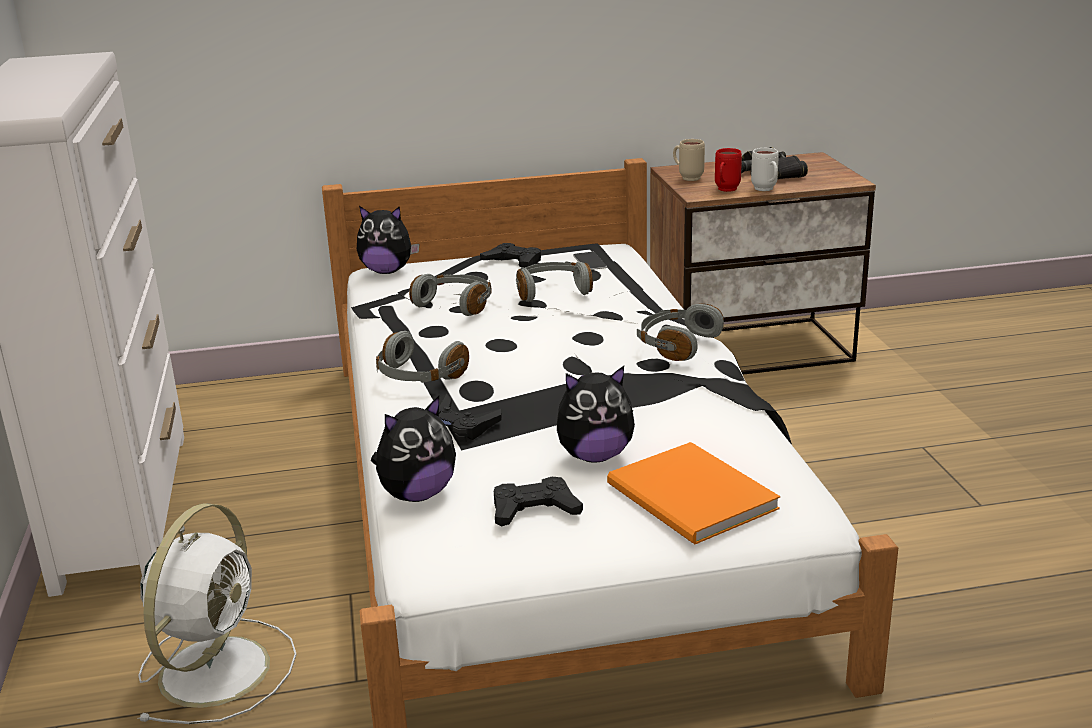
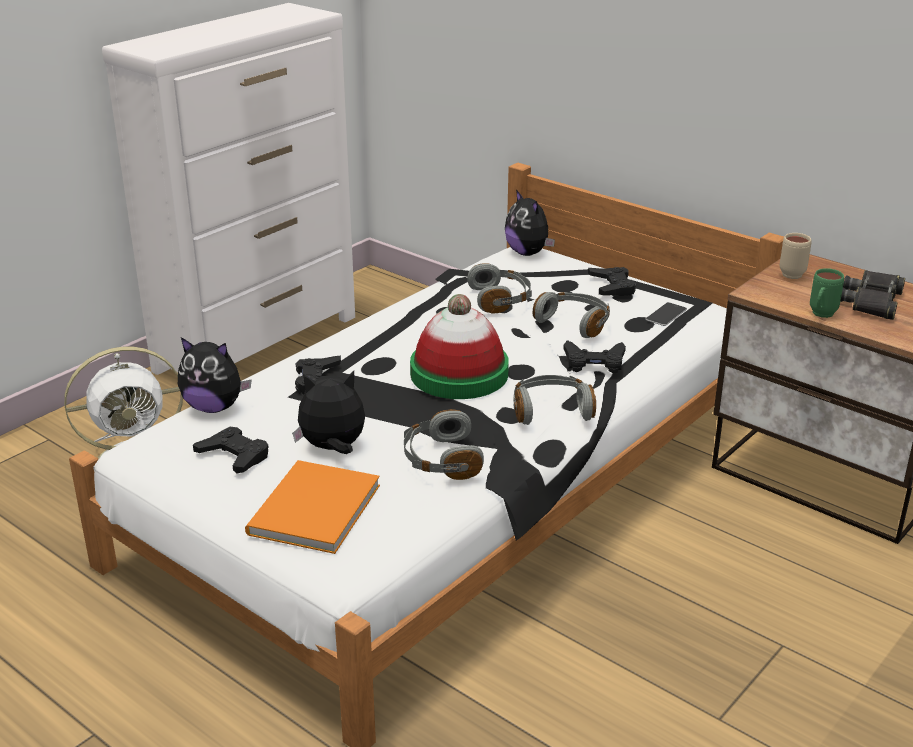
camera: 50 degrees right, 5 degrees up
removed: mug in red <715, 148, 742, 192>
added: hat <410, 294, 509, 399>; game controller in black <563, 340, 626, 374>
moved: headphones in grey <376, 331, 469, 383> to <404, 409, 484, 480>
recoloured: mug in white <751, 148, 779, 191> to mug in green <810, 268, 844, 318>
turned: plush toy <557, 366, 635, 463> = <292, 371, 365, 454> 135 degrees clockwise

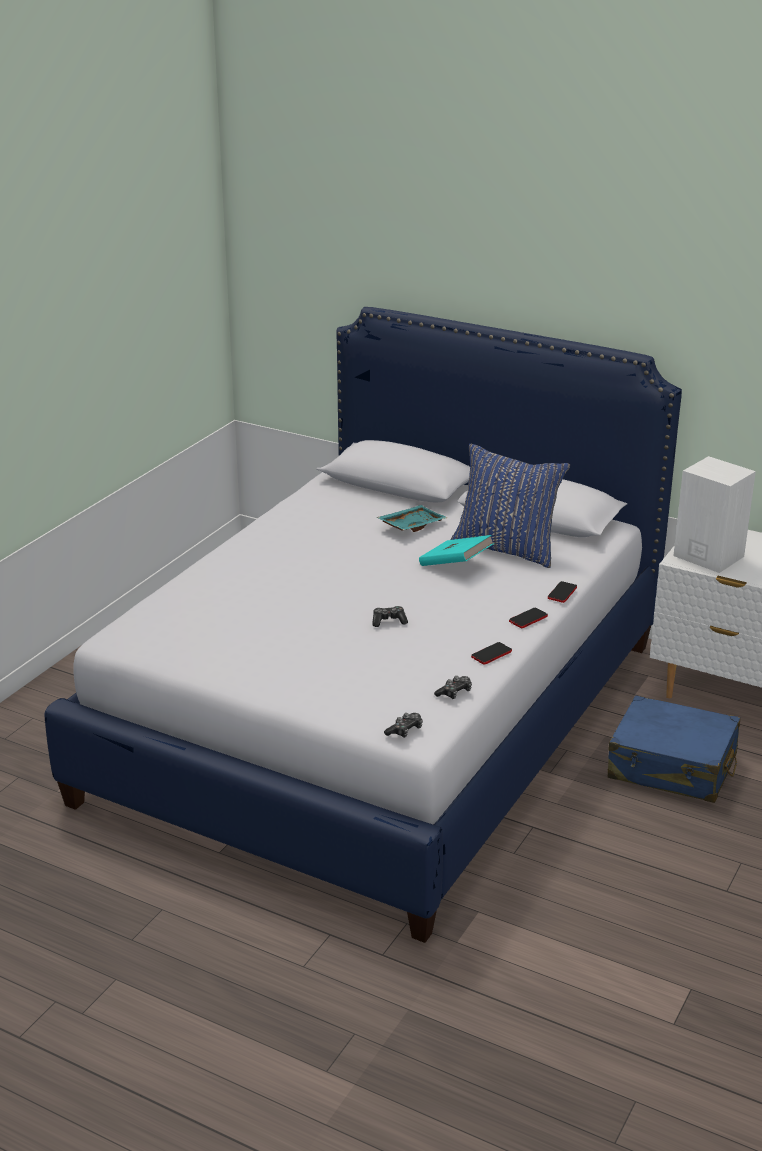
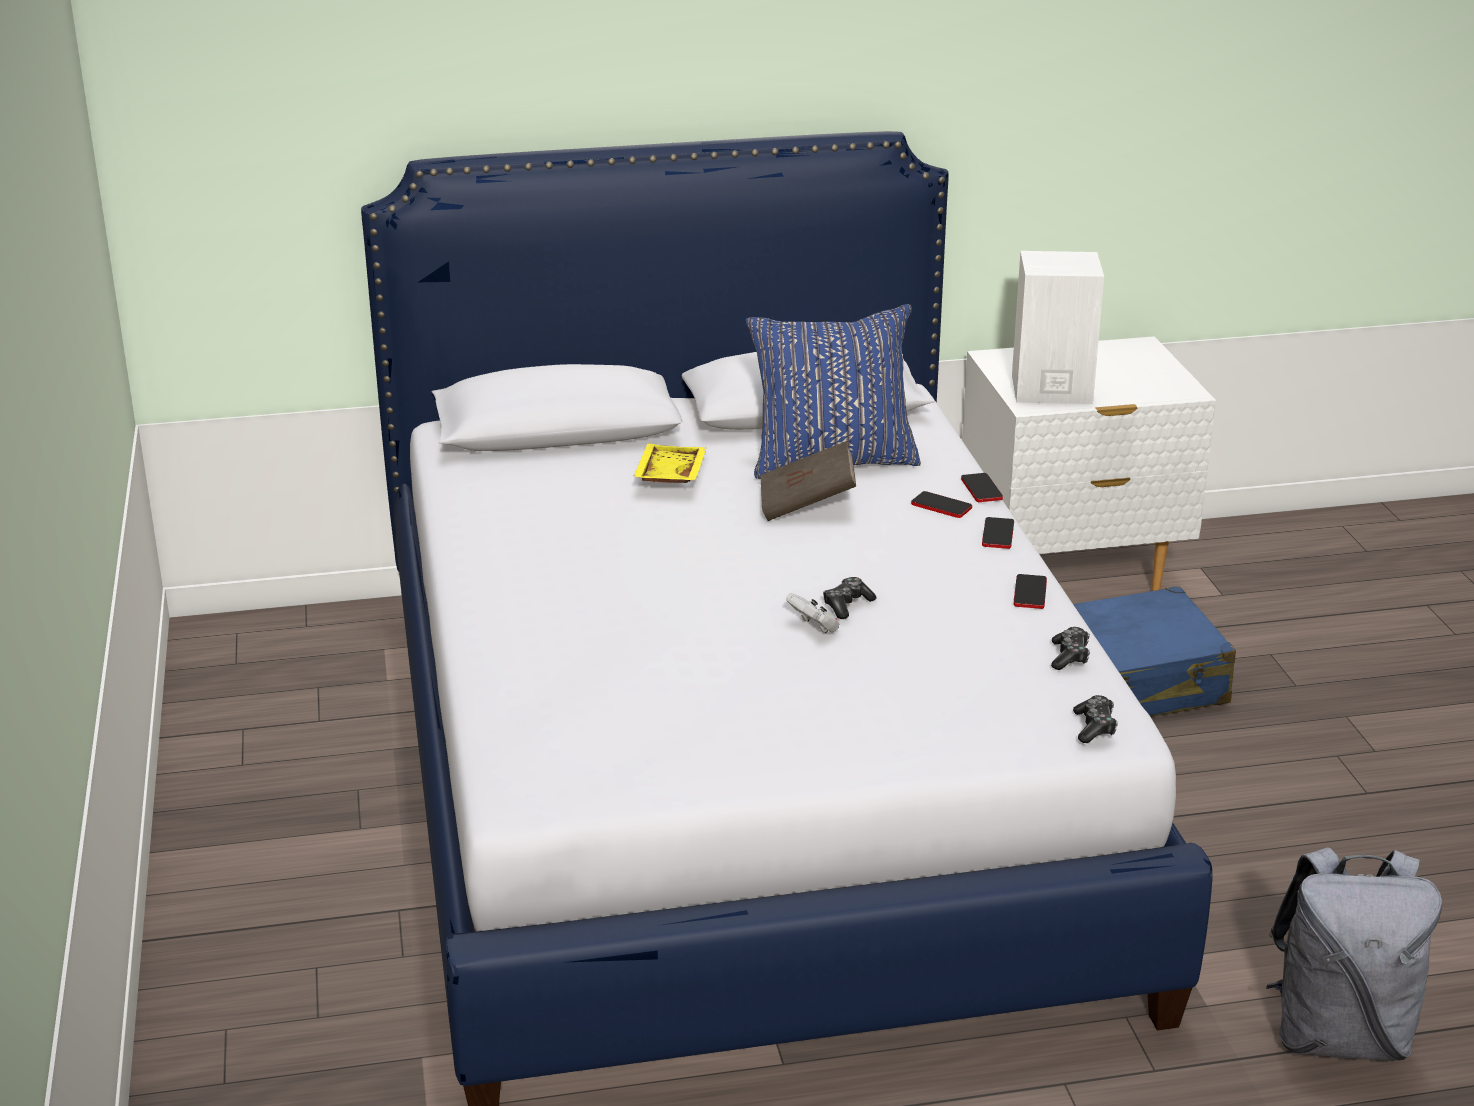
camera: 40 degrees left, 0 degrees up
added: game controller in white <786, 593, 839, 633>; phone <911, 491, 972, 518>; backpack in grey <1266, 847, 1442, 1061>
recoloured: tray in turquoise <377, 505, 447, 532> to tray in yellow <633, 443, 706, 483>; book in turquoise <419, 535, 494, 566> to book in brown <760, 441, 856, 521>

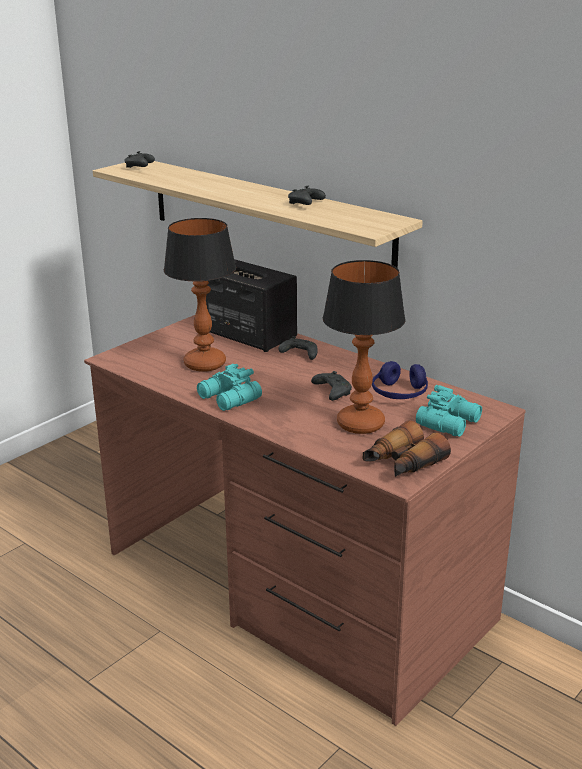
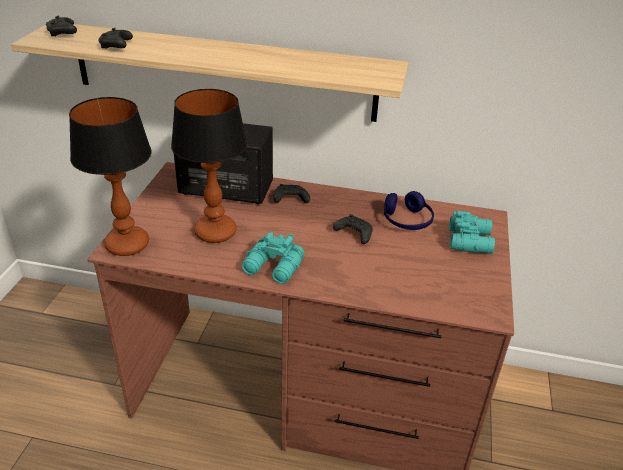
camera: 30 degrees left, 10 degrees up
removed: binoculars <363, 420, 451, 477>
moved: game controller in black <288, 186, 326, 205> to <98, 28, 133, 49>; table lamp <323, 260, 405, 434> to <69, 97, 152, 256>

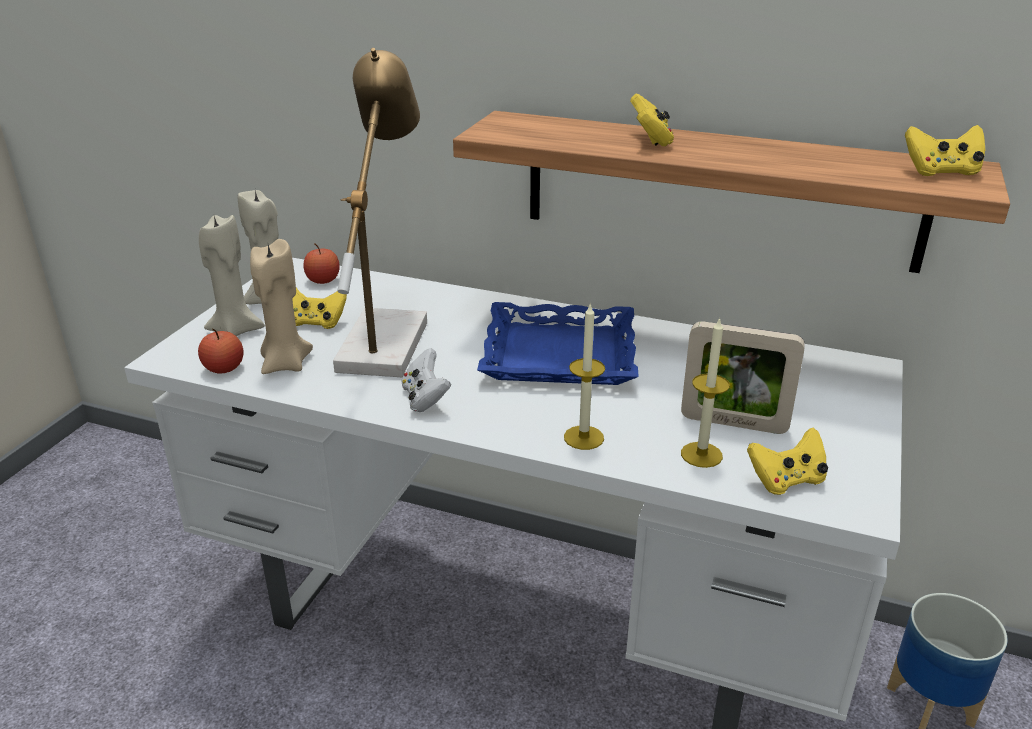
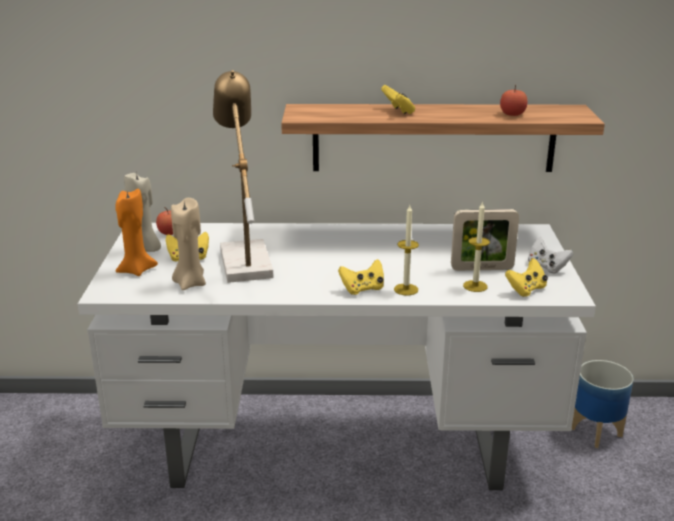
camera: 20 degrees left, 5 degrees down
removed: tray in blue <477, 302, 639, 385>
moved: apple <198, 328, 244, 373> to <500, 85, 528, 116>; game controller in white <401, 348, 451, 412> to <528, 237, 573, 274>; game controller in yellow <905, 125, 985, 176> to <338, 259, 384, 295>
recoloured: candle in beige <199, 215, 265, 336> to candle in orange <115, 189, 158, 276>

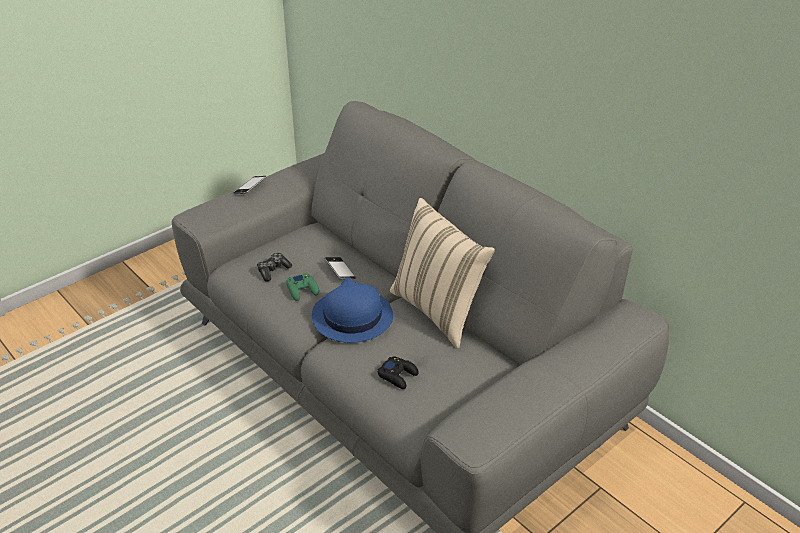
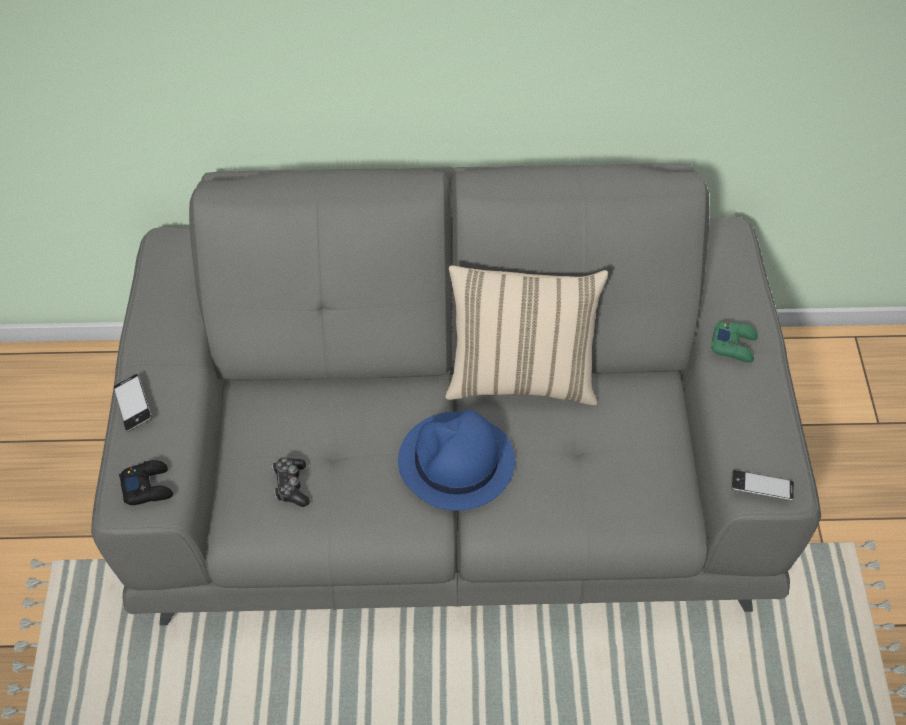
camera: 50 degrees left, 15 degrees up
moved: game controller in green <286, 273, 319, 301> to <711, 322, 758, 363>; phone <325, 257, 356, 279> to <731, 470, 794, 501>; game controller in black <378, 357, 419, 389> to <119, 460, 173, 505>

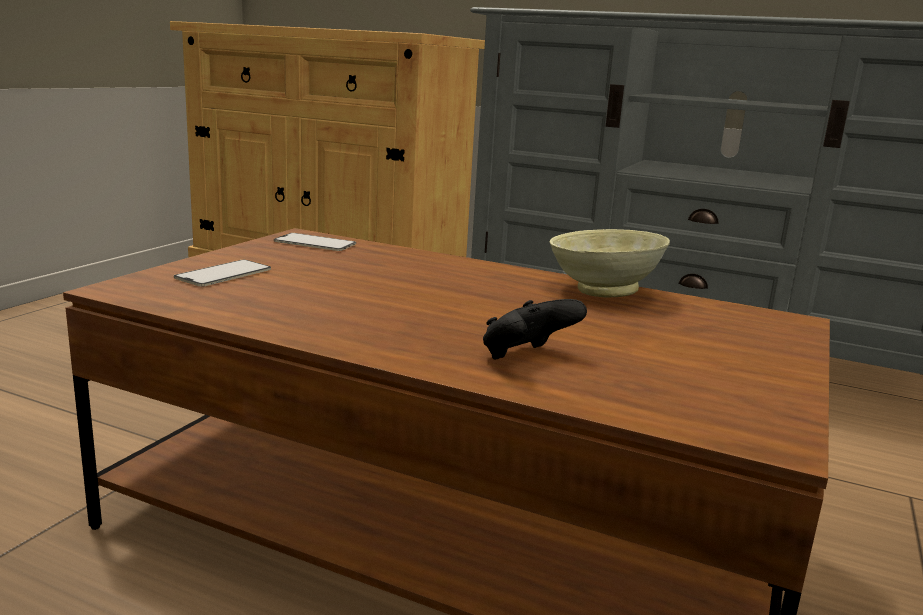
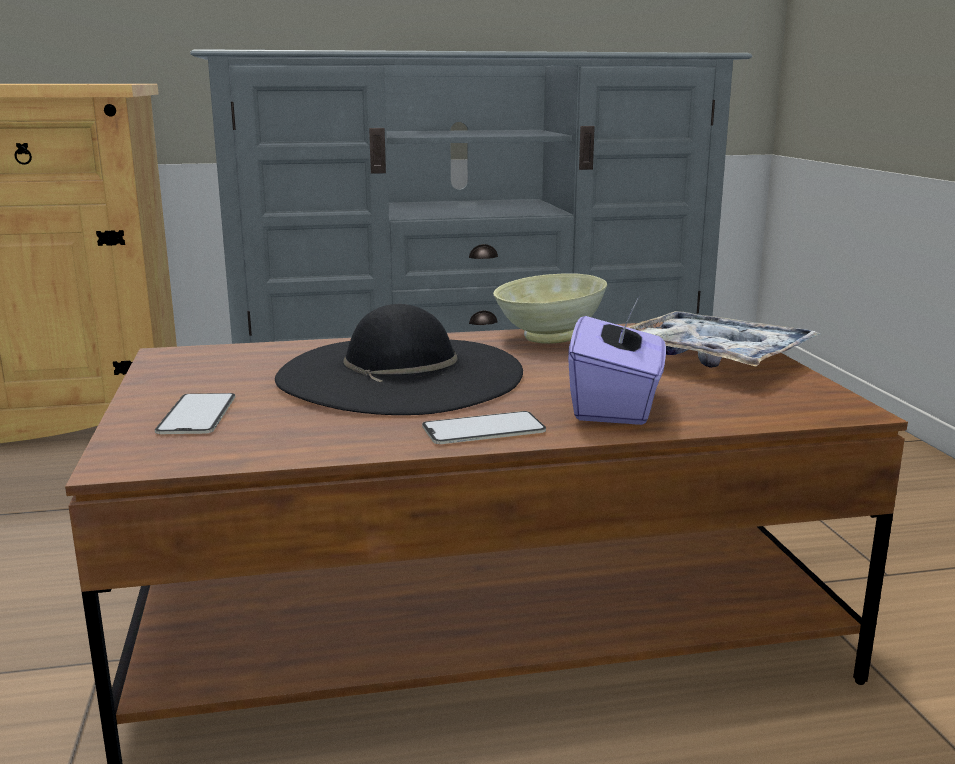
camera: 35 degrees left, 0 degrees up
added: hat in black <275, 304, 523, 415>; tray <628, 311, 820, 368>
moved: phone <274, 233, 356, 251> to <422, 411, 546, 444>
replaced: game controller in black <483, 299, 587, 360> to tissue box in purple <568, 296, 666, 425>

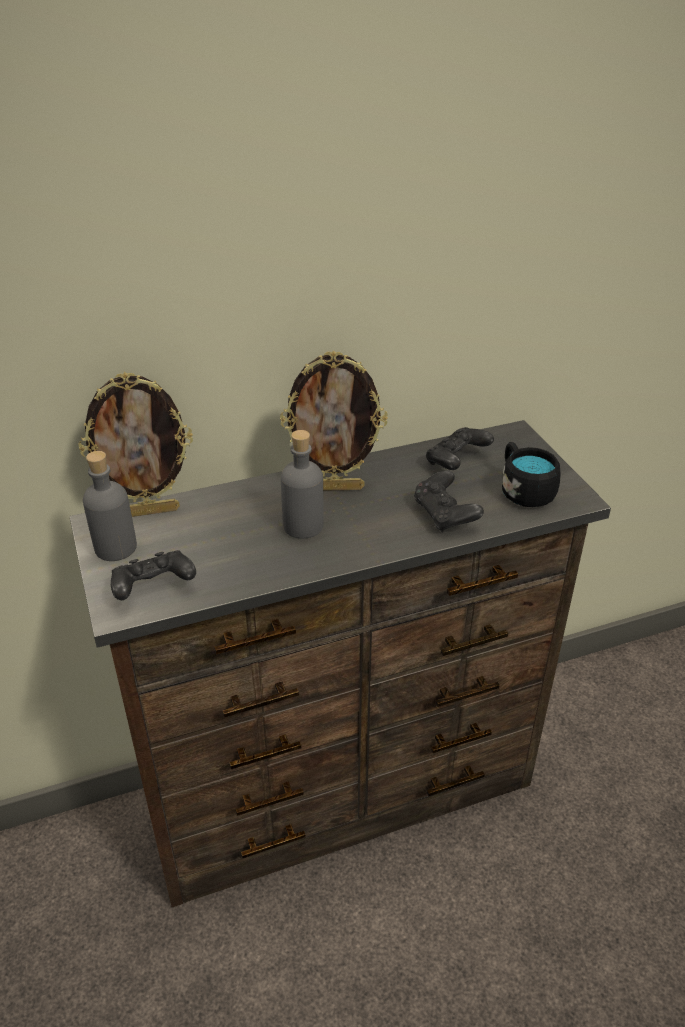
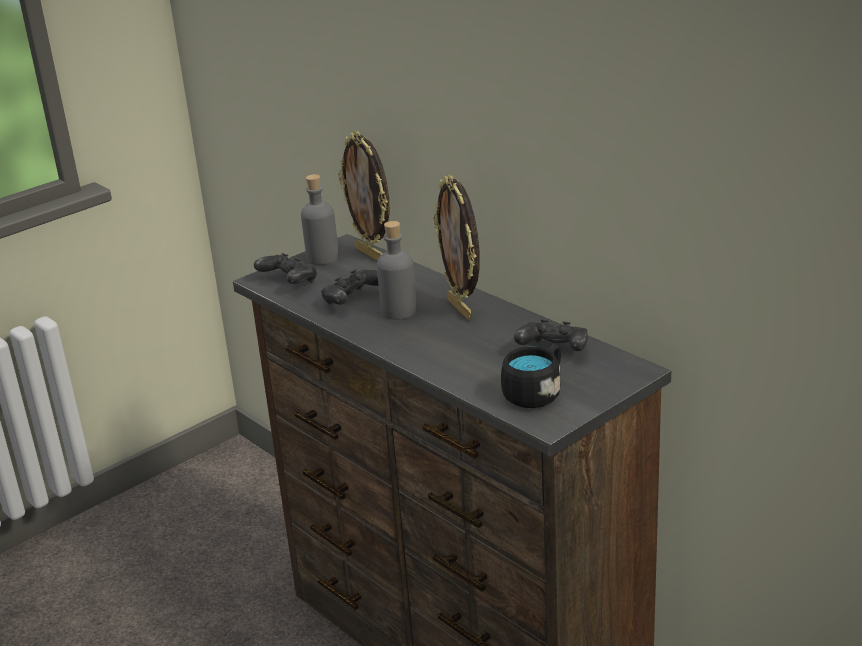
camera: 70 degrees right, 10 degrees down
moved: game controller in black <414, 470, 484, 532> to <321, 269, 379, 305>

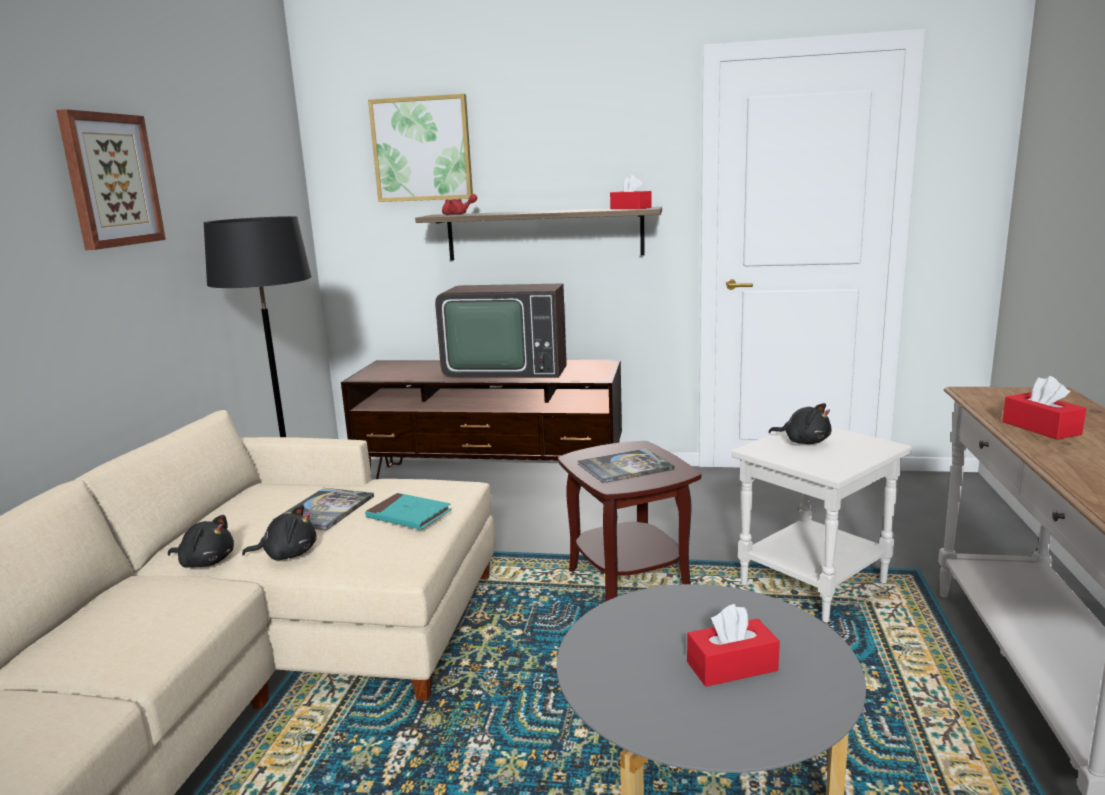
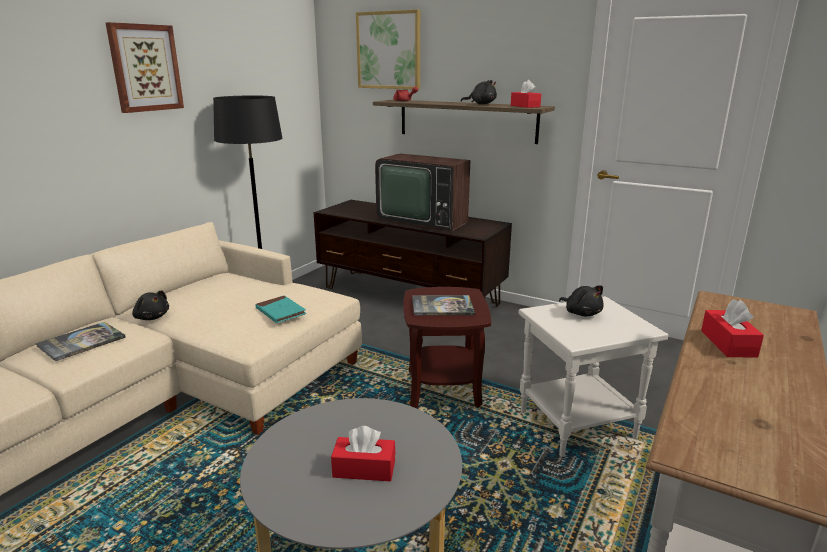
camera: 20 degrees right, 5 degrees up
moved: plush toy in black <242, 505, 317, 560> to <461, 80, 497, 104>; book <273, 488, 374, 530> to <36, 322, 126, 361>

